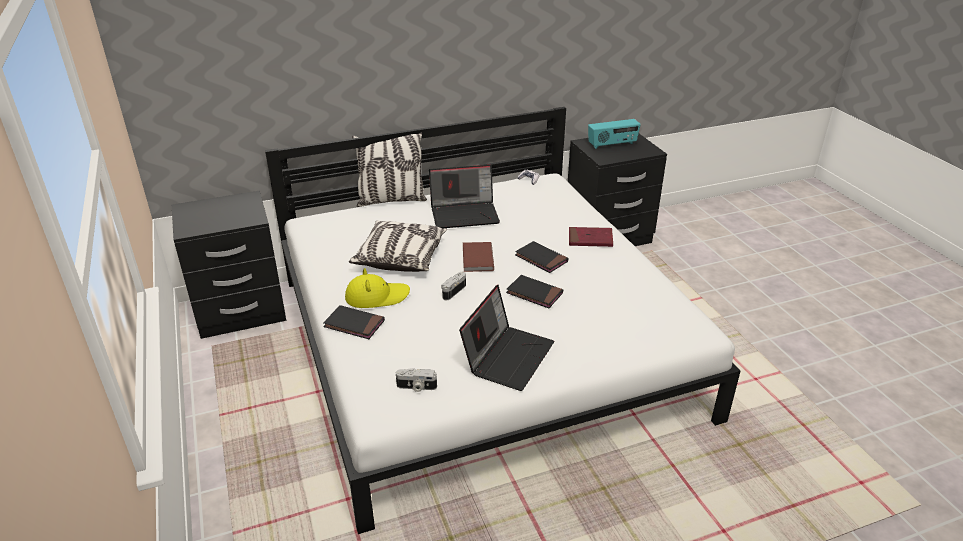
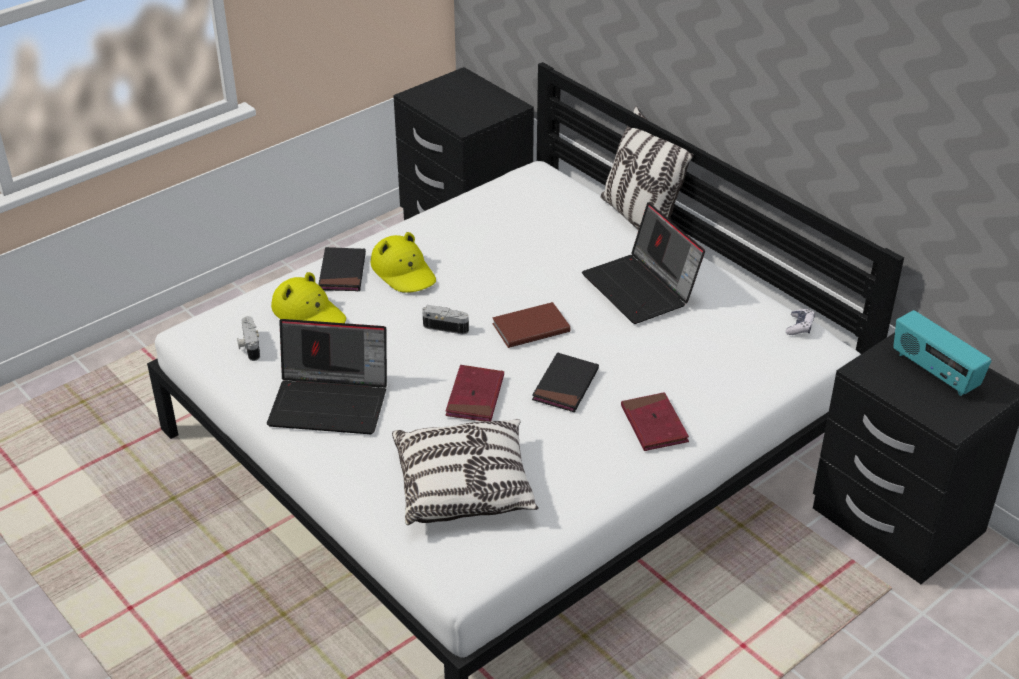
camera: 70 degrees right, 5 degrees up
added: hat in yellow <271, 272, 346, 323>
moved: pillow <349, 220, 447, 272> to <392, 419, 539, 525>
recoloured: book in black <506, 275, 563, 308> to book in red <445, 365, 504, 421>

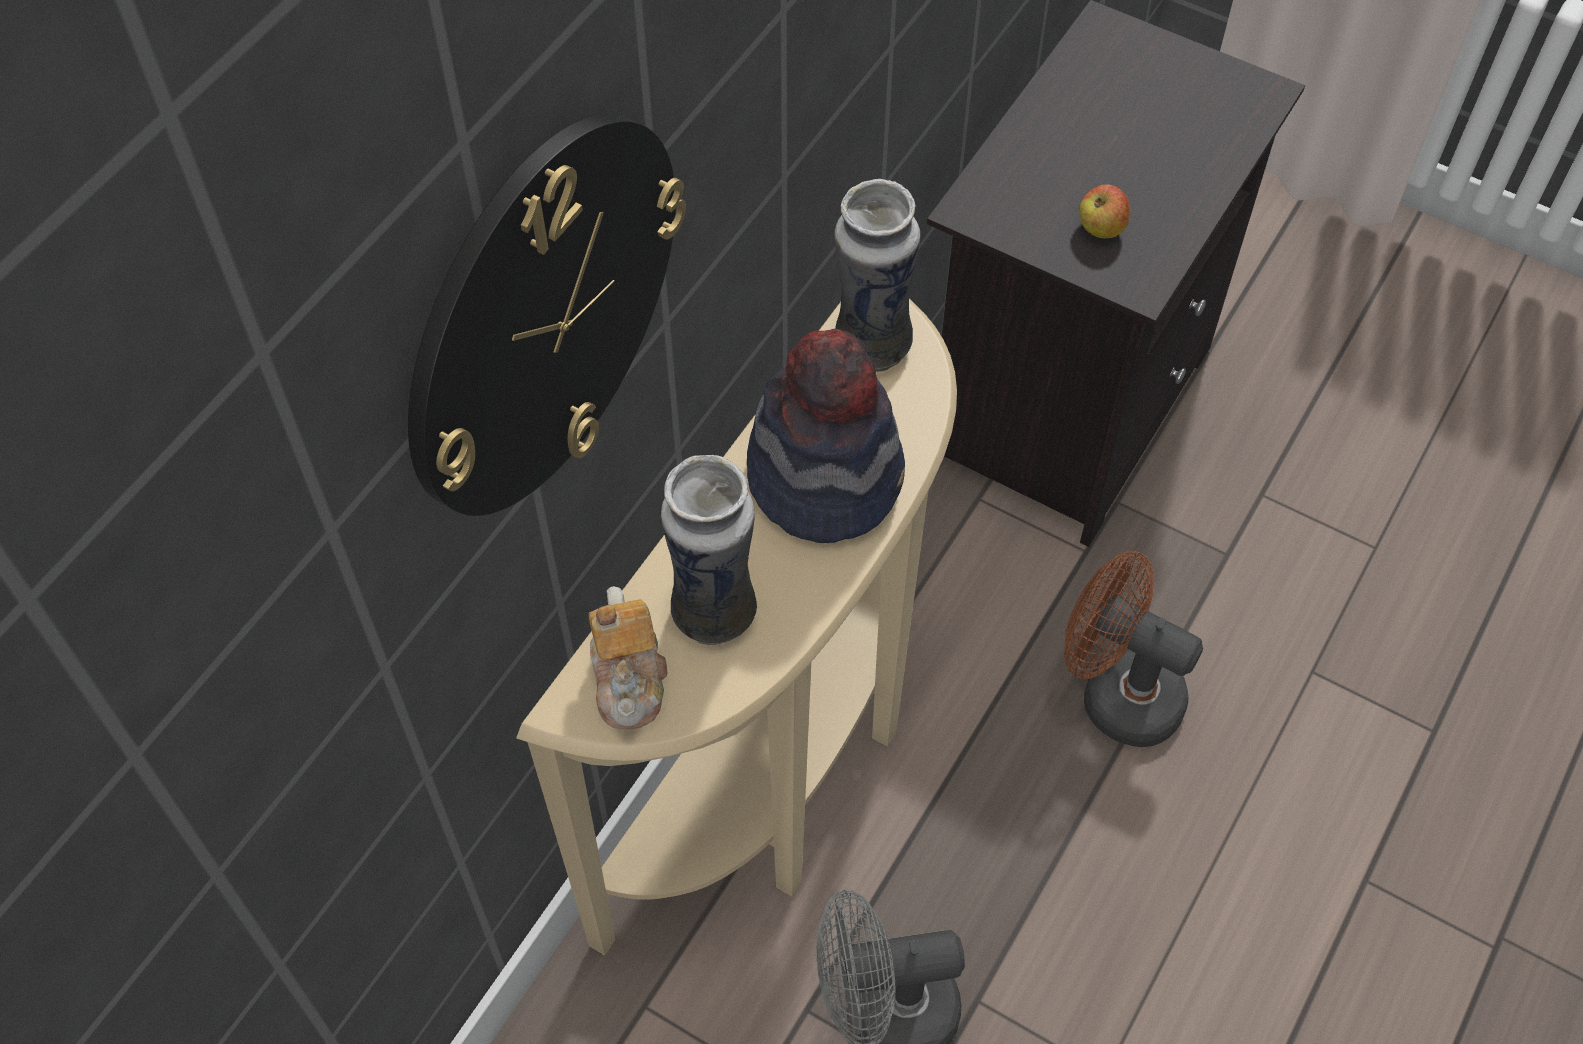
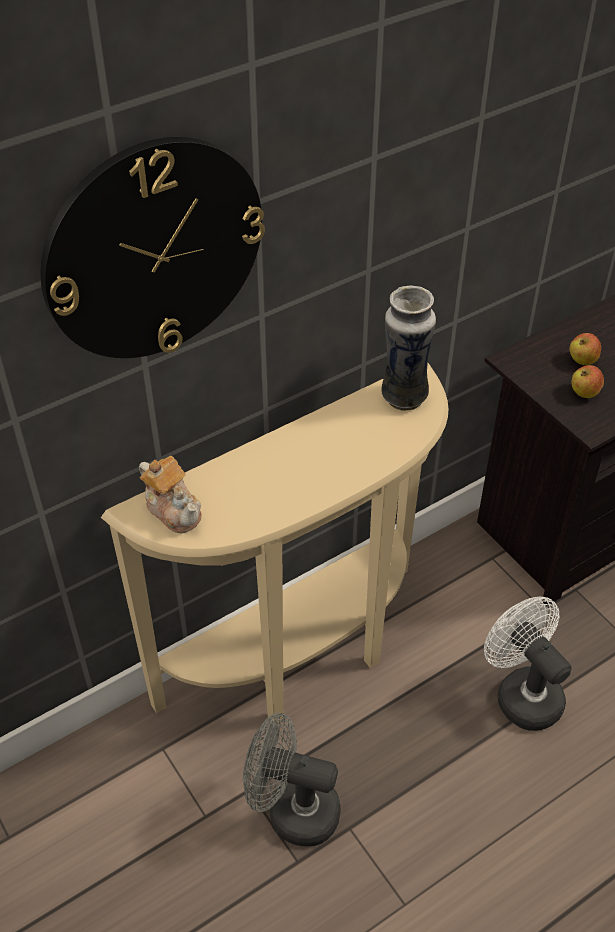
camera: 25 degrees right, 10 degrees down
removed: vase <661, 455, 757, 645>; hat <747, 329, 905, 543>
added: apple <570, 333, 601, 365>
recoloured: fan in brown <1064, 551, 1203, 747> to fan in white <484, 597, 572, 731>
turned: teapot <589, 586, 668, 730> = <139, 456, 202, 533> 60 degrees counterclockwise

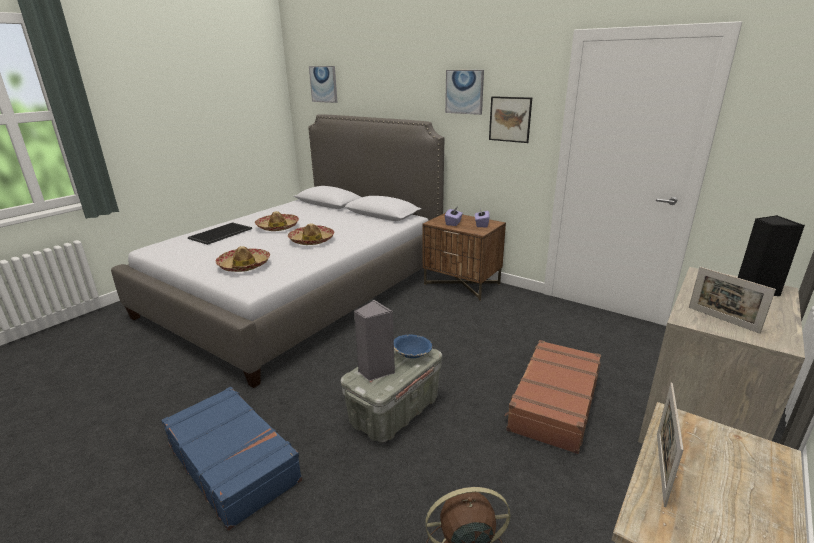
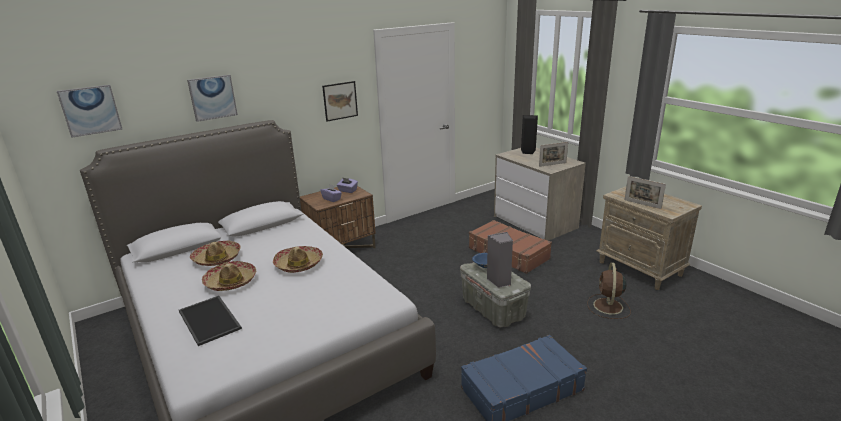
camera: 70 degrees left, 0 degrees up
moved: hat <216, 246, 270, 272> to <190, 241, 241, 266>; picture <445, 70, 484, 115> to <187, 75, 238, 122>

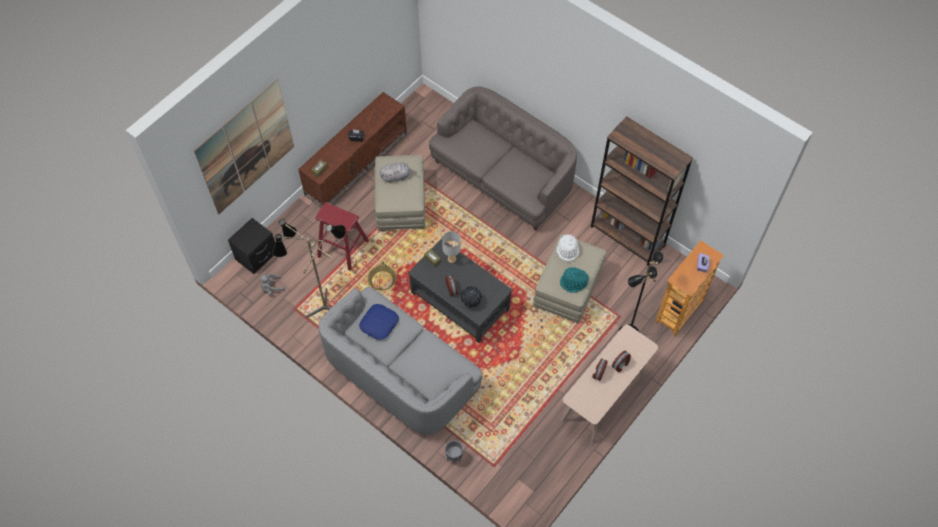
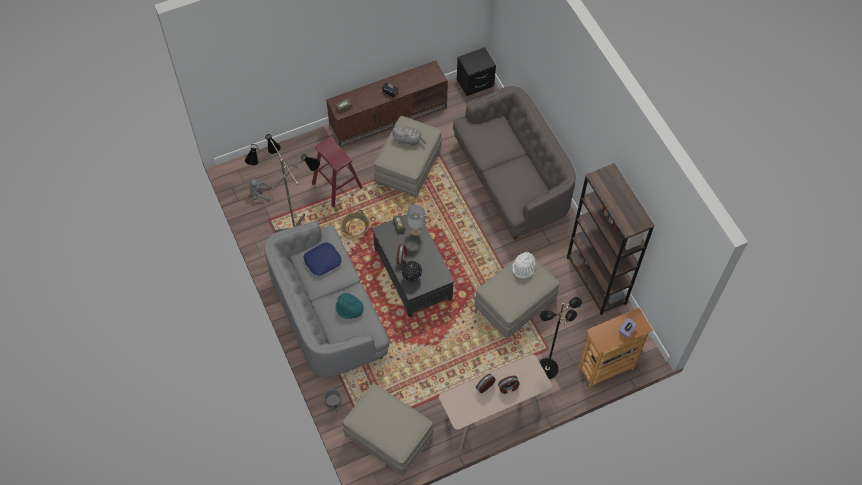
camera: 25 degrees right, 0 degrees up
removed: picture <194, 79, 294, 214>
added: ottoman in beige <343, 384, 433, 476>
moved: nightstand in black <228, 218, 275, 274> to <457, 47, 496, 96>; hat in turquoise <560, 267, 589, 293> to <335, 293, 364, 319>

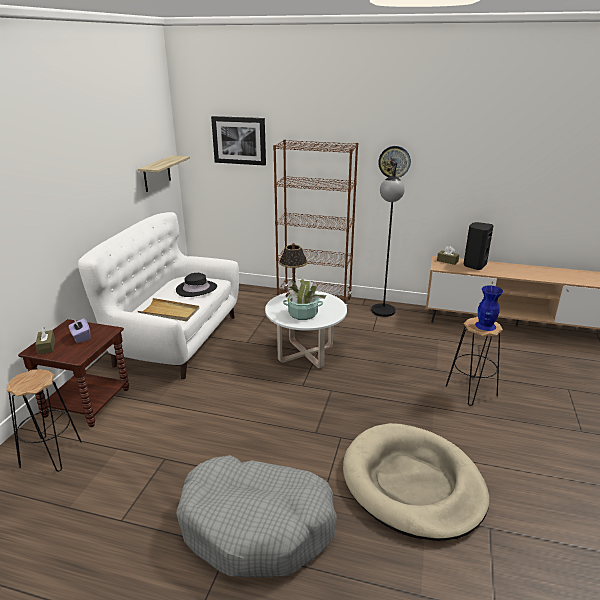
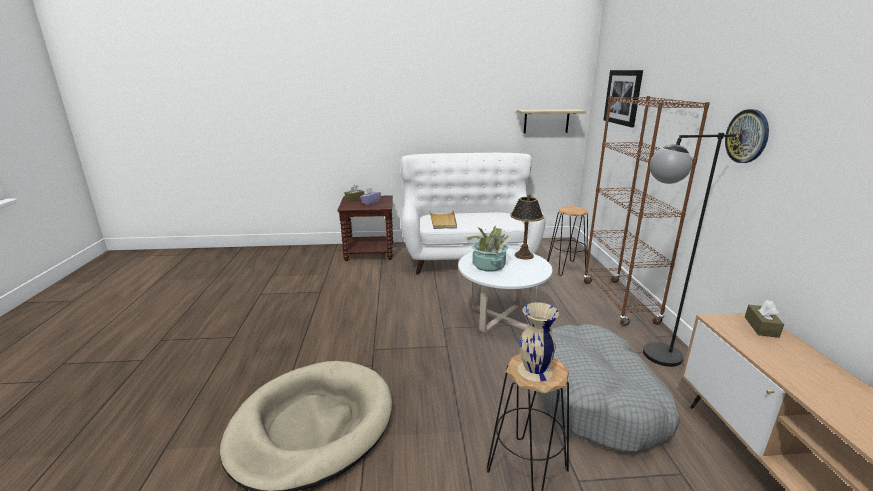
camera: 70 degrees right, 5 degrees down
removed: hat in black <176, 273, 217, 297>; speaker in black <464, 222, 494, 270>
moved: stool in black <6, 369, 82, 472> to <547, 206, 588, 276>; dog bed in grey <176, 455, 337, 577> to <536, 324, 680, 451>
recoloured: vase in blue <475, 285, 503, 331> to vase in beige <518, 302, 559, 382>

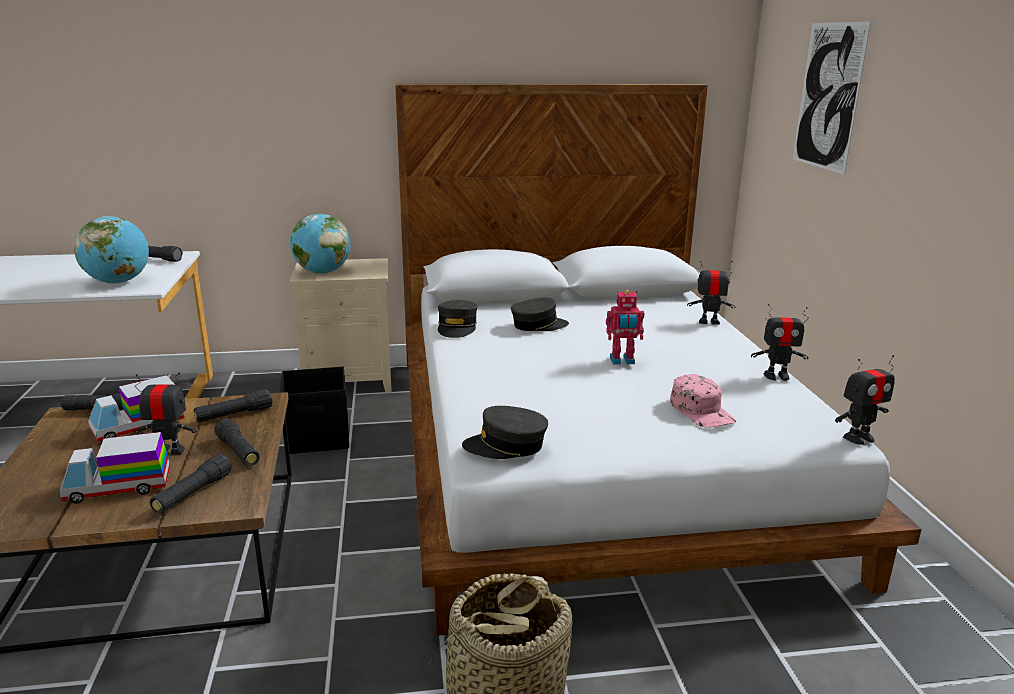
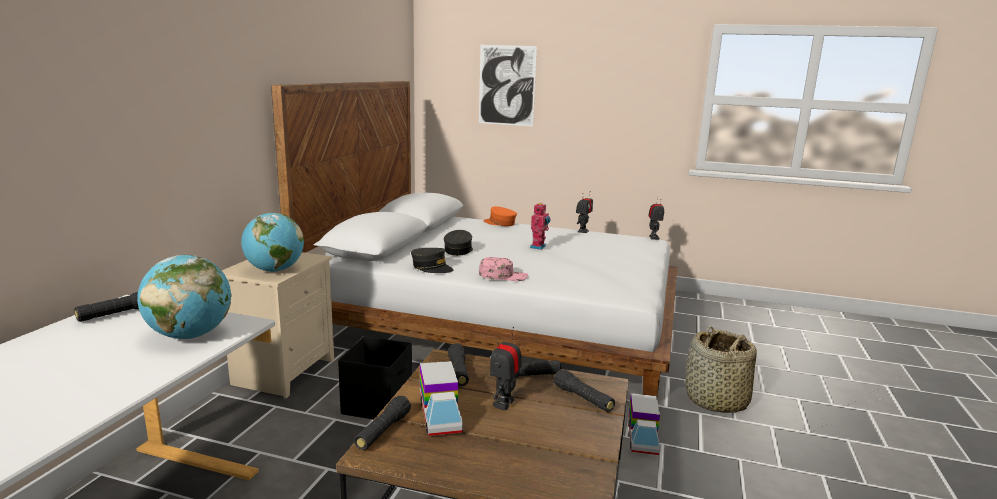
camera: 65 degrees left, 5 degrees down
removed: cap in grey <462, 406, 548, 459>
moved: toy truck <60, 432, 170, 504> to <628, 393, 660, 455>; cap in pink <670, 374, 736, 428> to <479, 257, 528, 281>
replaced: toy robot <687, 261, 735, 325> to cap in orange <484, 206, 517, 226>

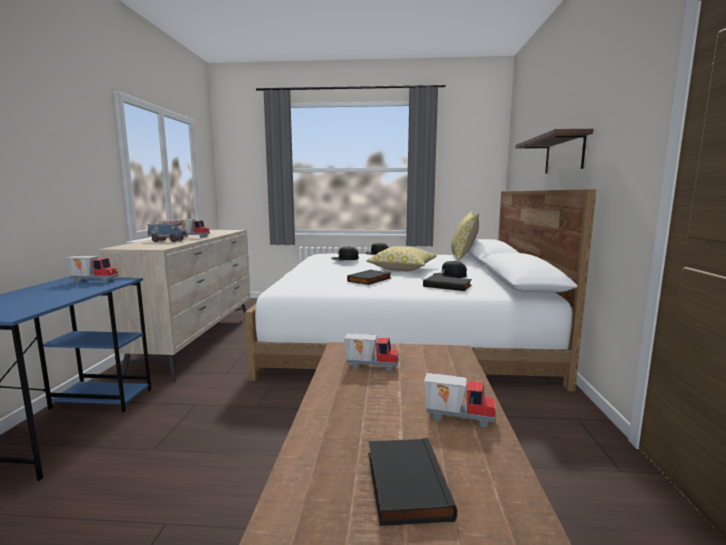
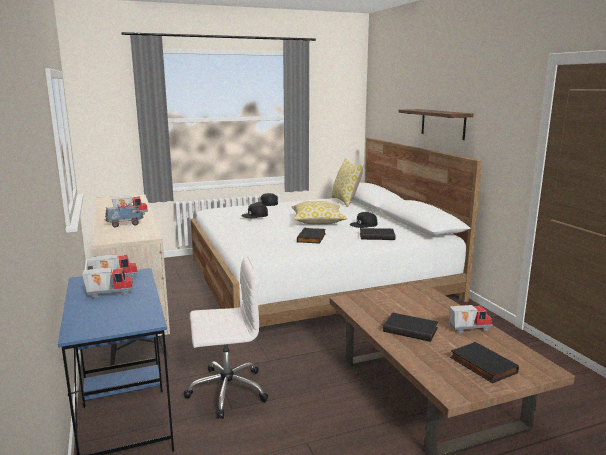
camera: 25 degrees left, 5 degrees up
added: office chair in white <184, 256, 268, 419>; book in black <383, 312, 438, 342>
moved: toy truck <344, 333, 399, 371> to <82, 268, 133, 298>

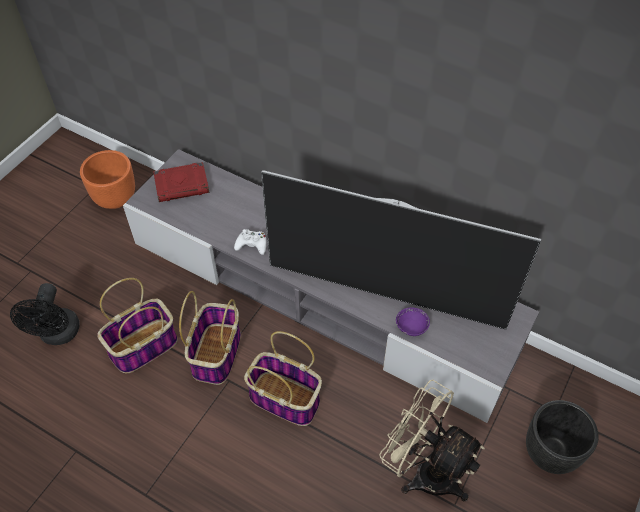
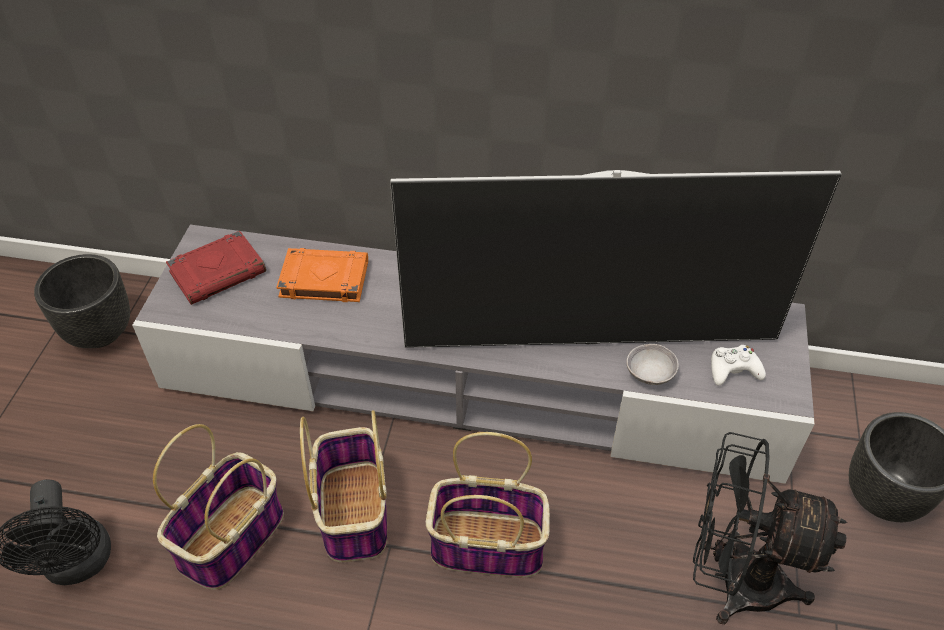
camera: 20 degrees left, 5 degrees down
added: book in orange <276, 248, 368, 302>
moved: game controller in white <234, 229, 267, 255> to <711, 345, 766, 385>
recoloured: planter in orange <80, 150, 135, 209> to planter in black <34, 254, 130, 348>; fan in beige <379, 380, 485, 502> to fan in black <693, 432, 847, 624>; bowl in purple <396, 307, 430, 336> to bowl in grey <626, 344, 679, 385>

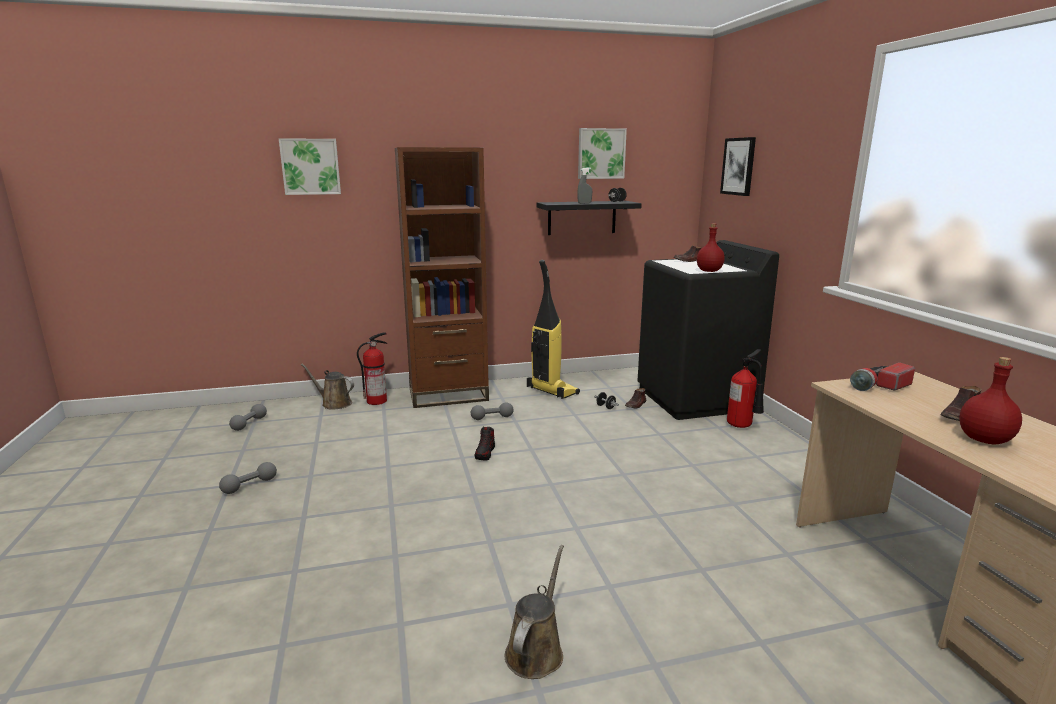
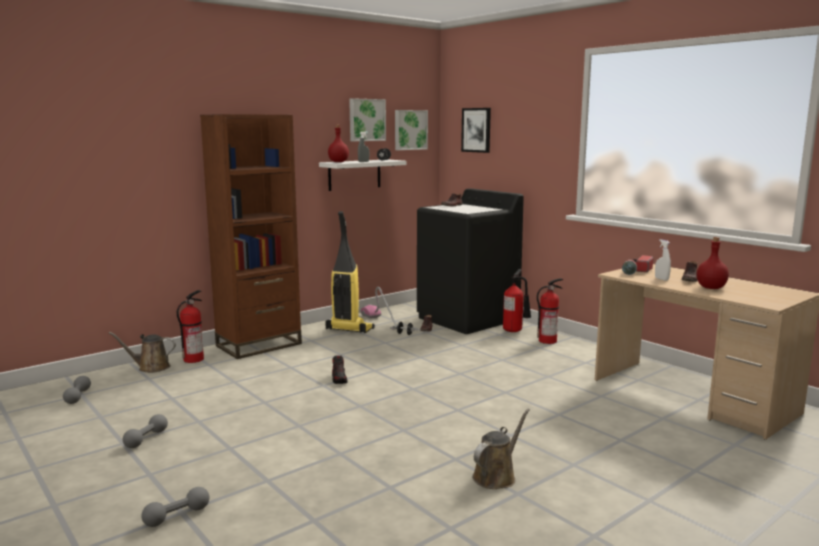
camera: 25 degrees left, 5 degrees down
added: vacuum cleaner <361, 287, 397, 330>; fire extinguisher <537, 278, 563, 344>; spray bottle in white <655, 239, 671, 281>
moved: picture <279, 138, 341, 195> to <395, 110, 428, 150>; dumbbell in grey <471, 402, 514, 420> to <142, 487, 209, 527>; bottle in red <697, 223, 725, 272> to <328, 125, 349, 162>
recoloured: shelf in black <537, 201, 642, 235> to shelf in white <319, 159, 407, 191>
turned: watering can in brown <505, 545, 564, 679> = <472, 409, 530, 489> 45 degrees clockwise

